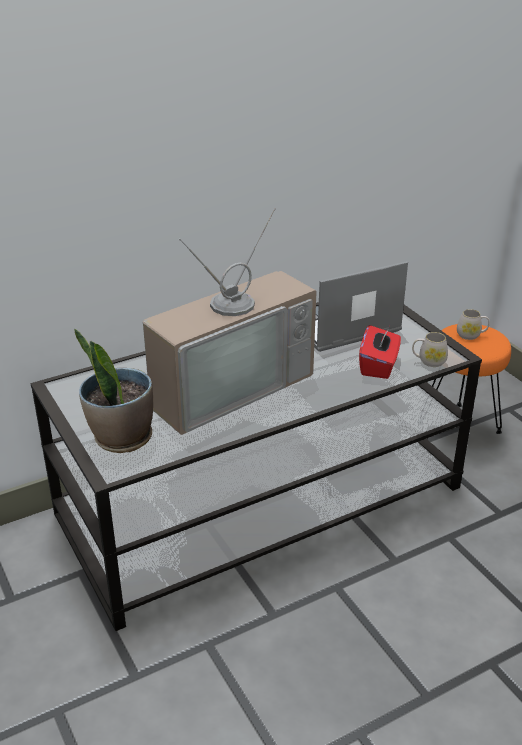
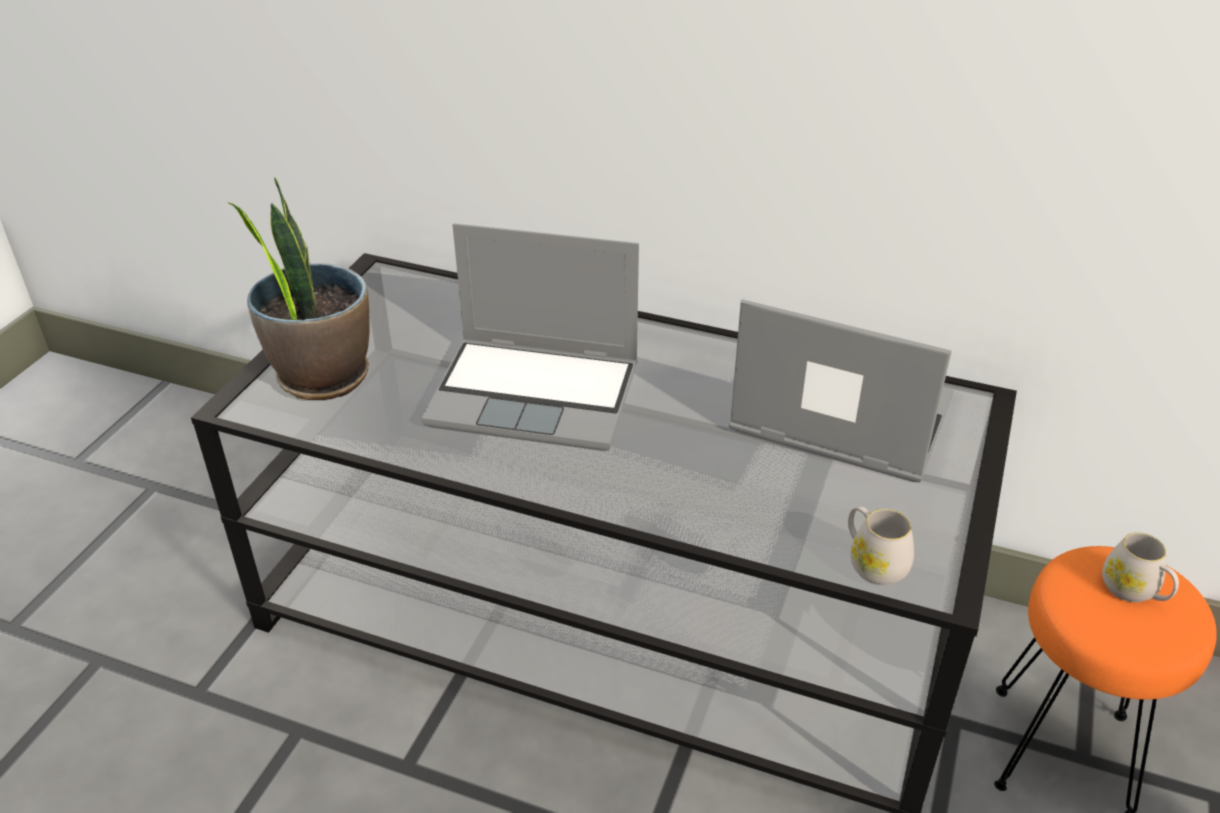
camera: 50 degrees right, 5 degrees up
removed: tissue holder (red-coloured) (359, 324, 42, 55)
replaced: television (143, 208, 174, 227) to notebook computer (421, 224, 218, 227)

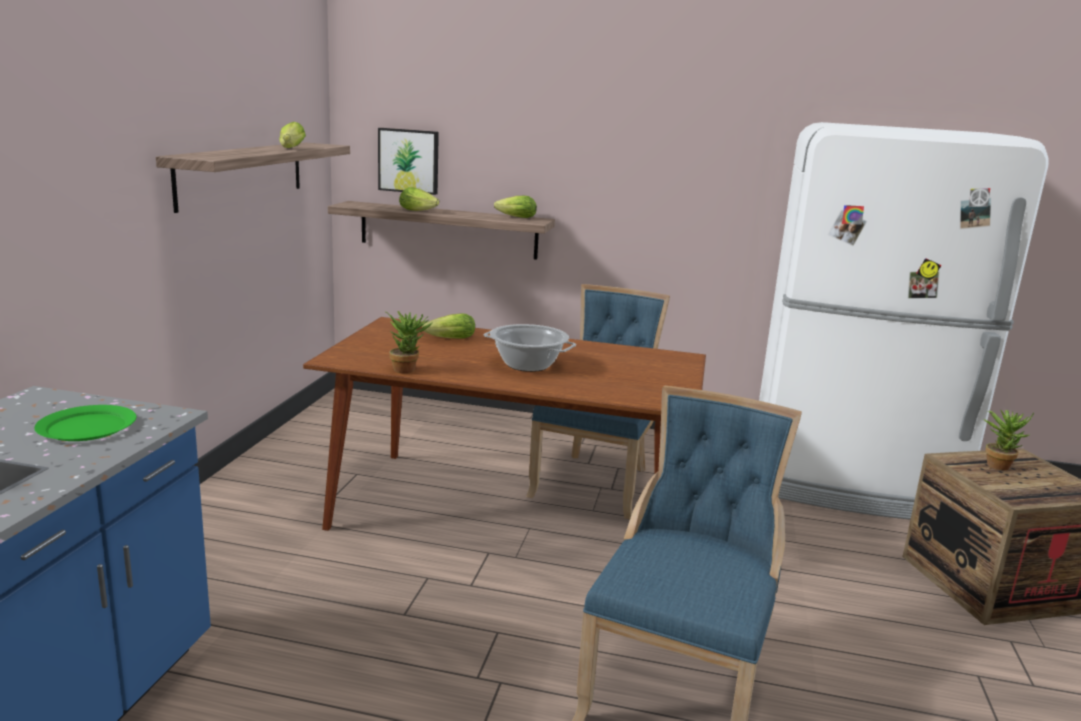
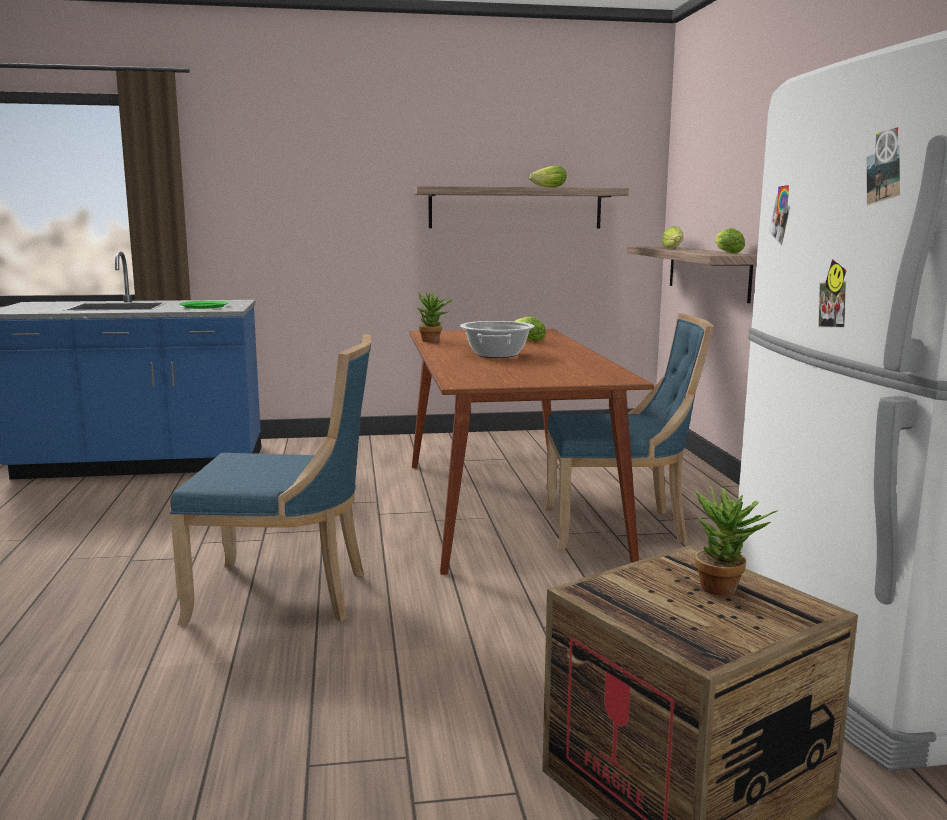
camera: 70 degrees right, 5 degrees down
removed: wall art (378, 128, 61, 67)

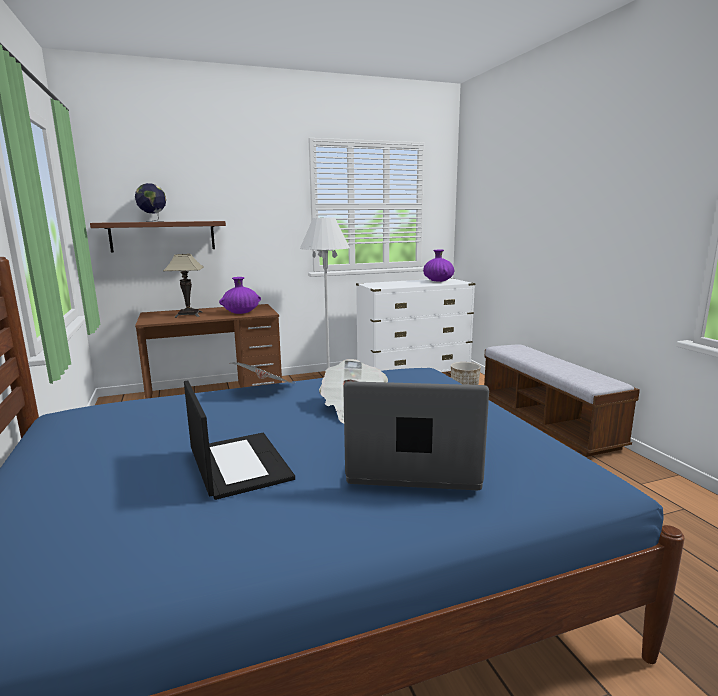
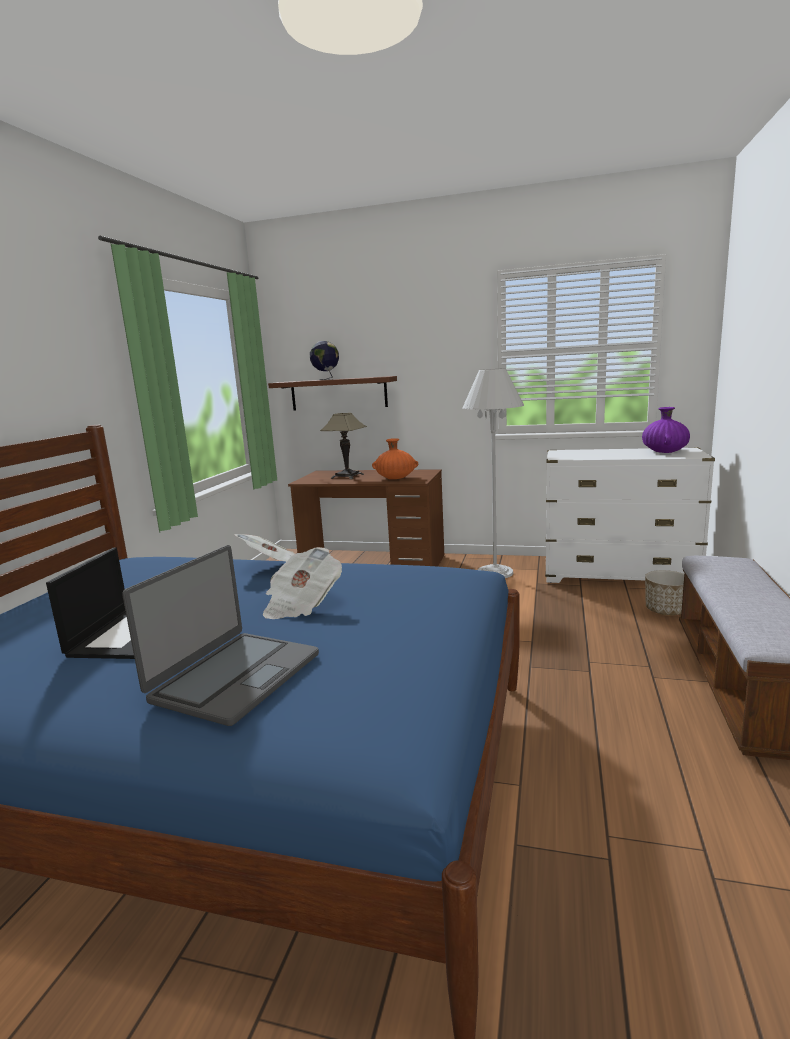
camera: 35 degrees right, 0 degrees up
recoloured: vase (purple-coloured) (219, 277, 42, 37) to vase (orange-coloured) (372, 438, 46, 41)
turned: notebook computer (343, 381, 146, 109) = (122, 545, 197, 181) 75 degrees clockwise

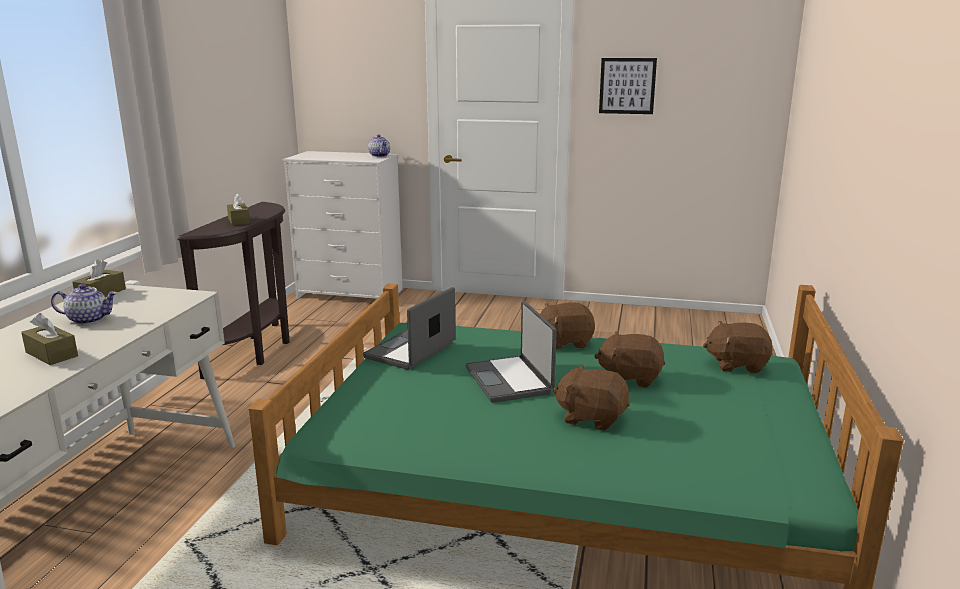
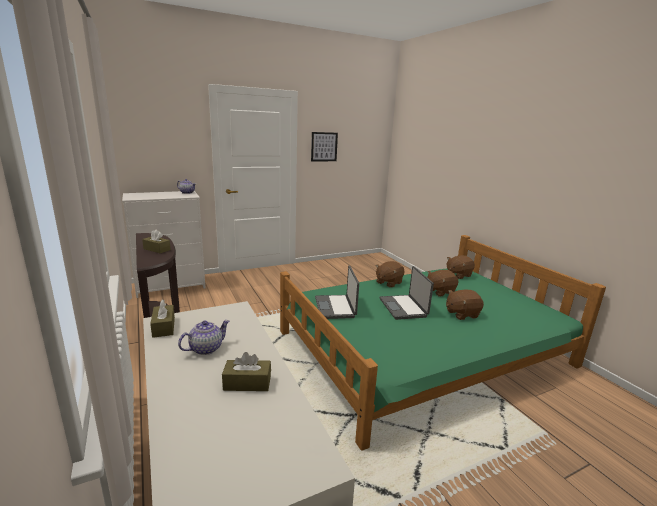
camera: 40 degrees left, 0 degrees up
turned: notebook computer (465, 301, 92, 102) = (379, 266, 55, 54) 45 degrees clockwise

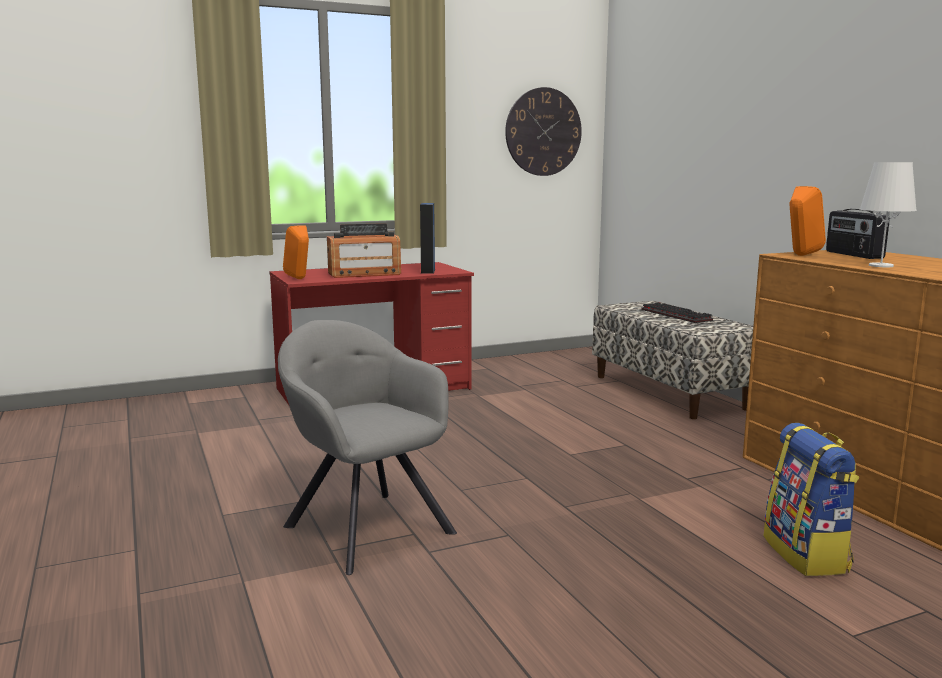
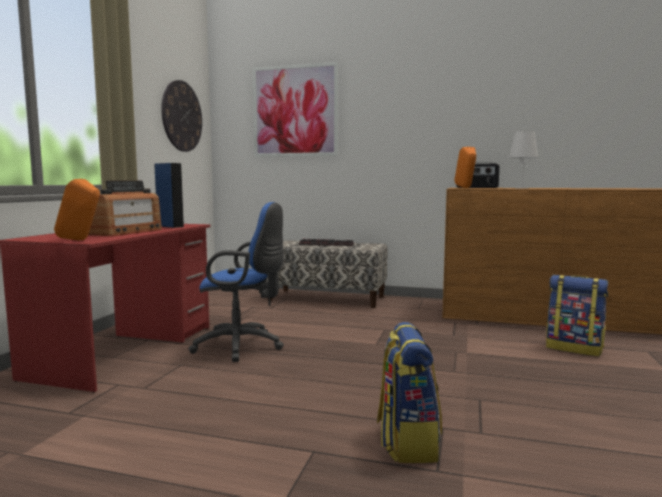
camera: 50 degrees left, 5 degrees down
added: office chair (bluish) (188, 202, 96, 160); wall art (253, 62, 85, 95)
replaced: easy chair (greyish) (278, 320, 179, 255) to backpack (377, 322, 65, 141)

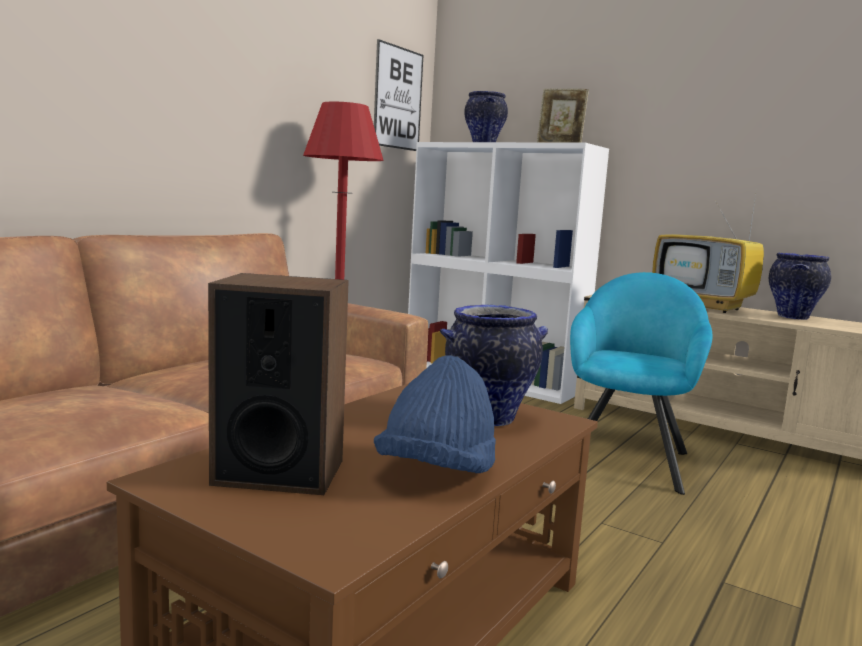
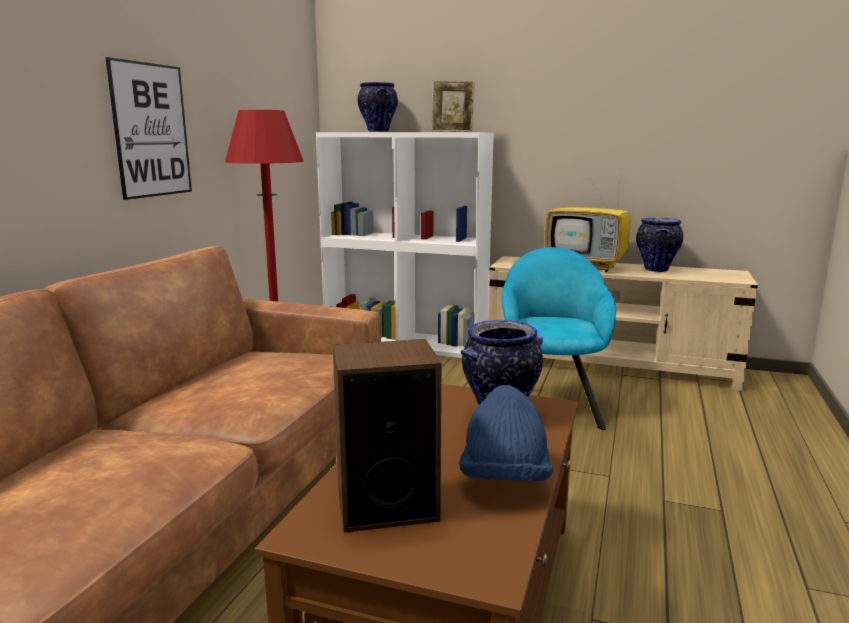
camera: 15 degrees left, 5 degrees up
moved: wall art (374, 39, 49, 112) to (106, 57, 86, 143)

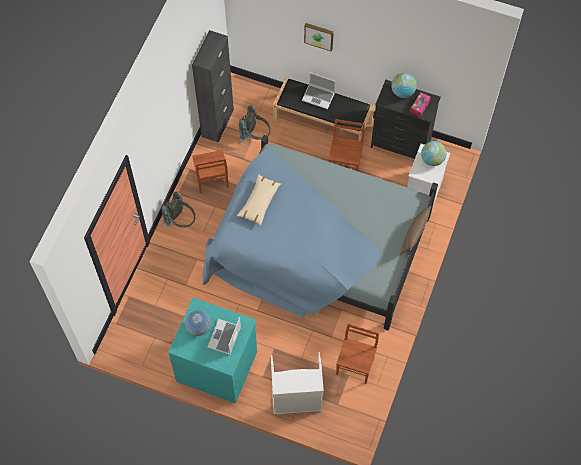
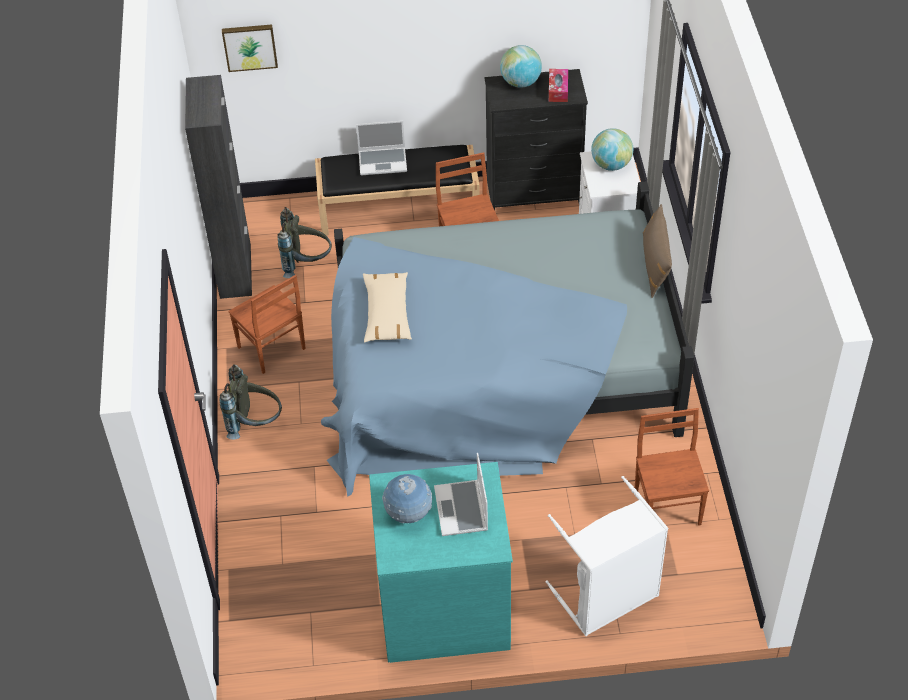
camera: 25 degrees left, 15 degrees down
moved: wall art (304, 23, 30, 28) to (222, 24, 56, 48)

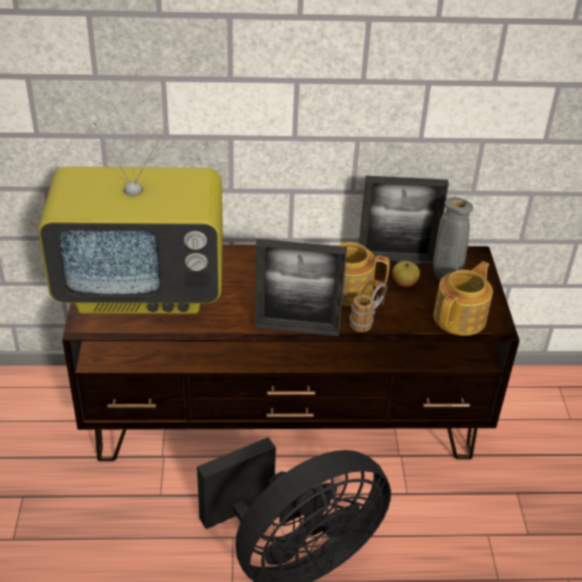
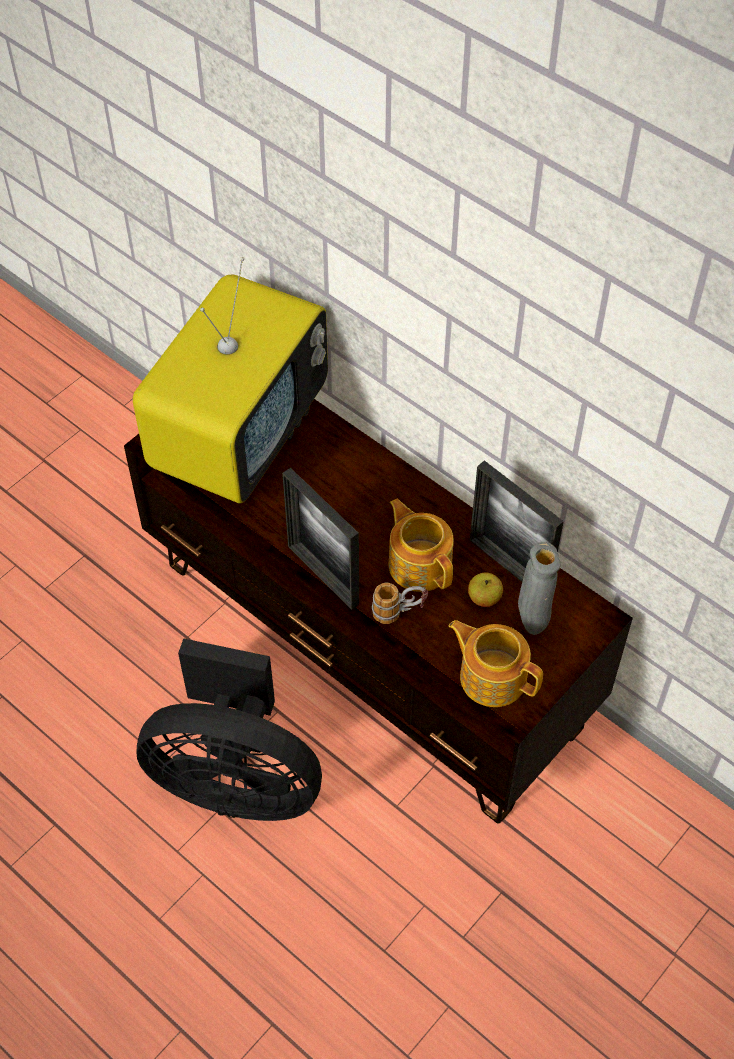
camera: 45 degrees right, 15 degrees up
turned: television (38, 121, 185, 193) = (133, 257, 195, 246) 105 degrees counterclockwise; teapot (433, 261, 60, 75) = (449, 620, 94, 87) 135 degrees counterclockwise

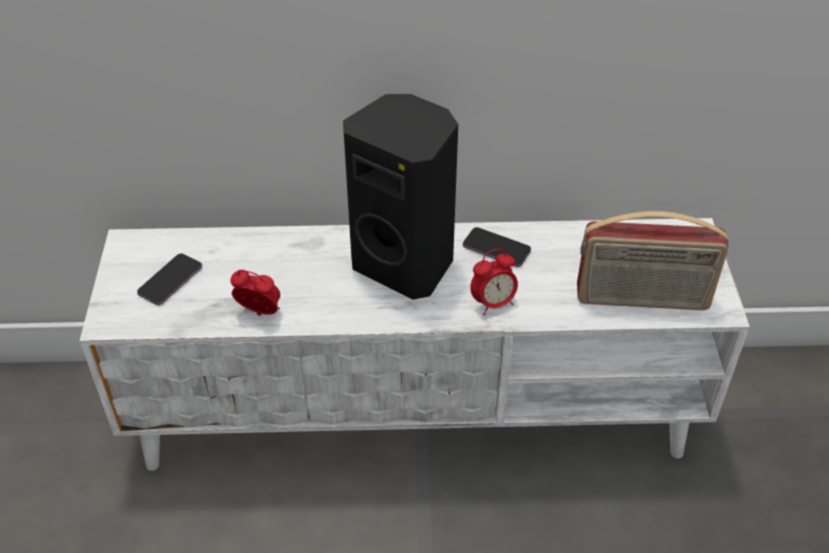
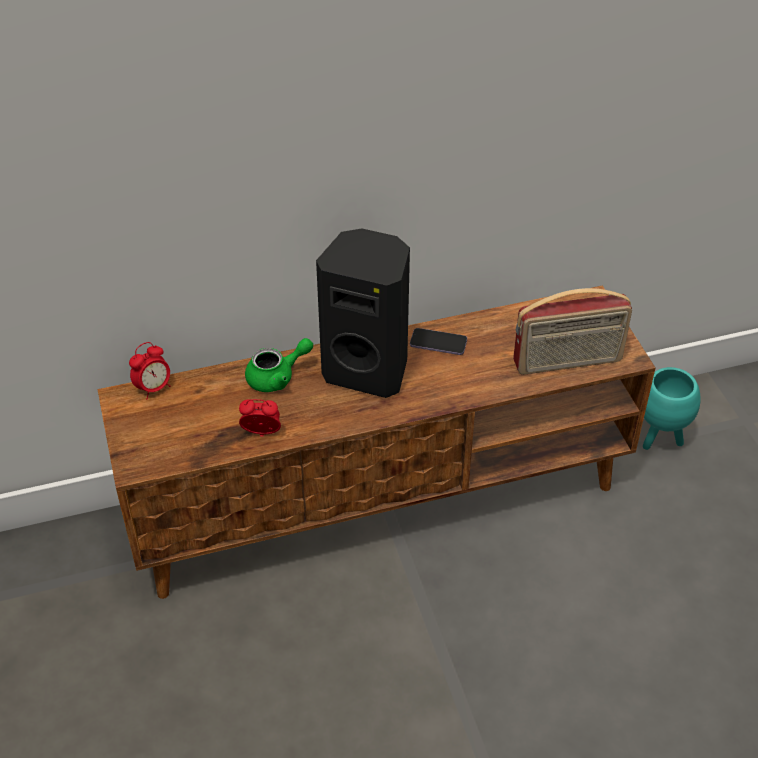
camera: 15 degrees left, 0 degrees up
removed: phone (137, 253, 65, 52)
added: teapot (greenish) (245, 338, 68, 54); plant pot (blue-green) (643, 367, 57, 83)
moved: bedside clock (470, 248, 48, 67) to (129, 342, 42, 57)
recoloured: media console (white-coloured) (79, 218, 671, 253) to media console (brown) (97, 285, 559, 314)

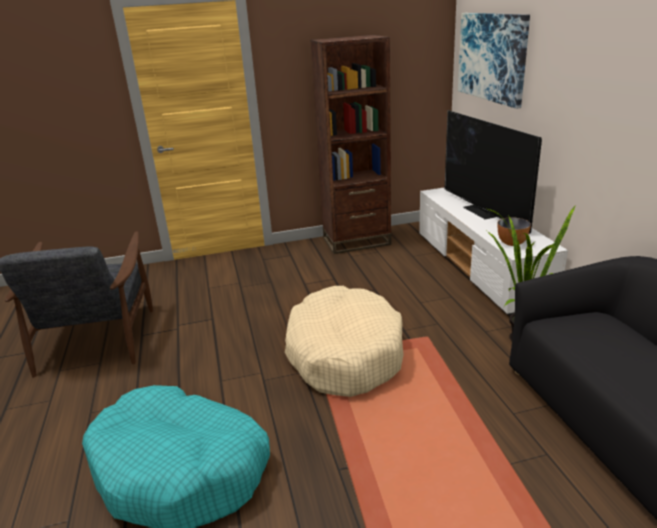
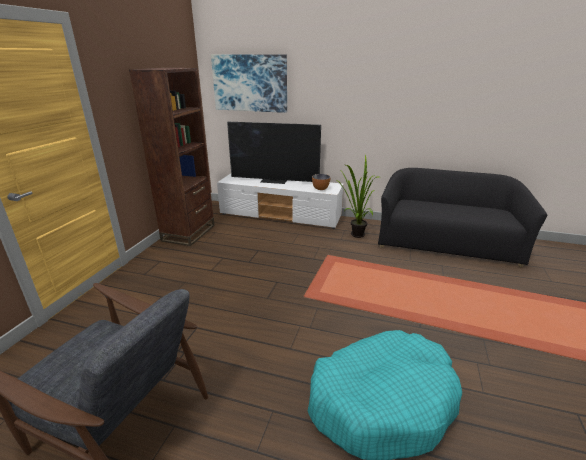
camera: 60 degrees left, 0 degrees up
removed: dog bed (beige-coloured) (285, 286, 119, 111)

